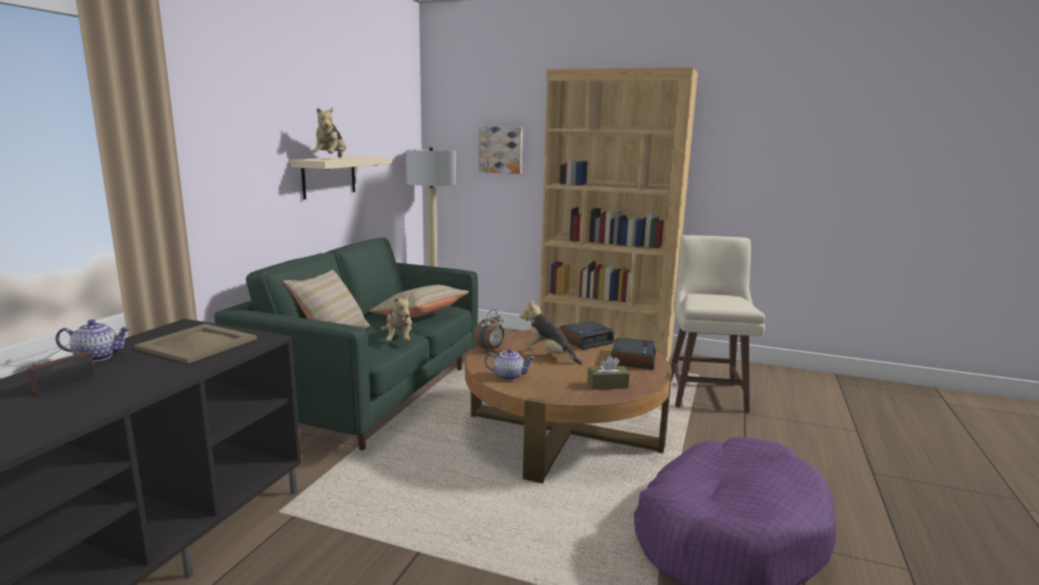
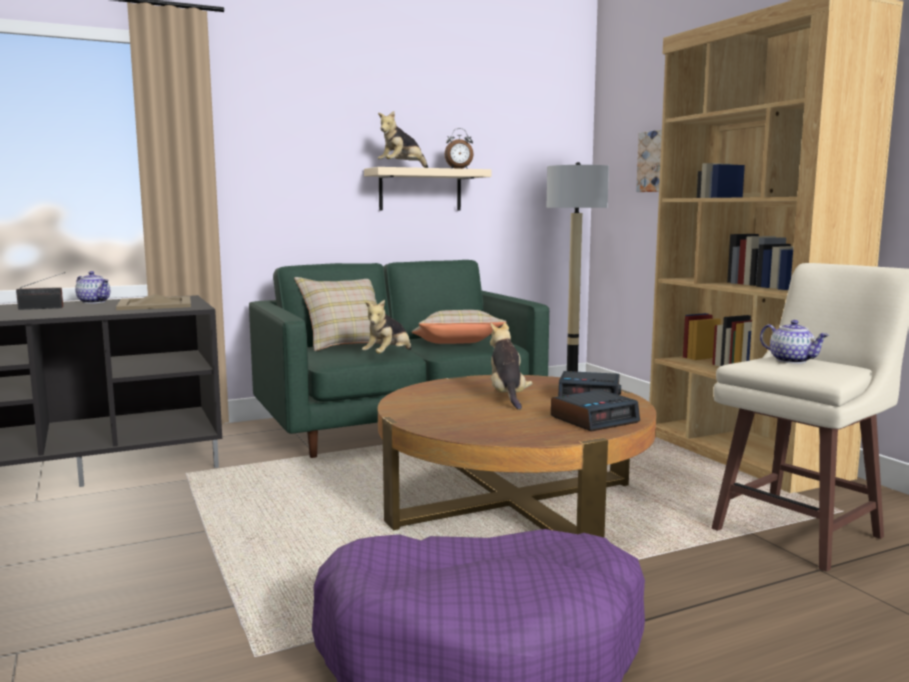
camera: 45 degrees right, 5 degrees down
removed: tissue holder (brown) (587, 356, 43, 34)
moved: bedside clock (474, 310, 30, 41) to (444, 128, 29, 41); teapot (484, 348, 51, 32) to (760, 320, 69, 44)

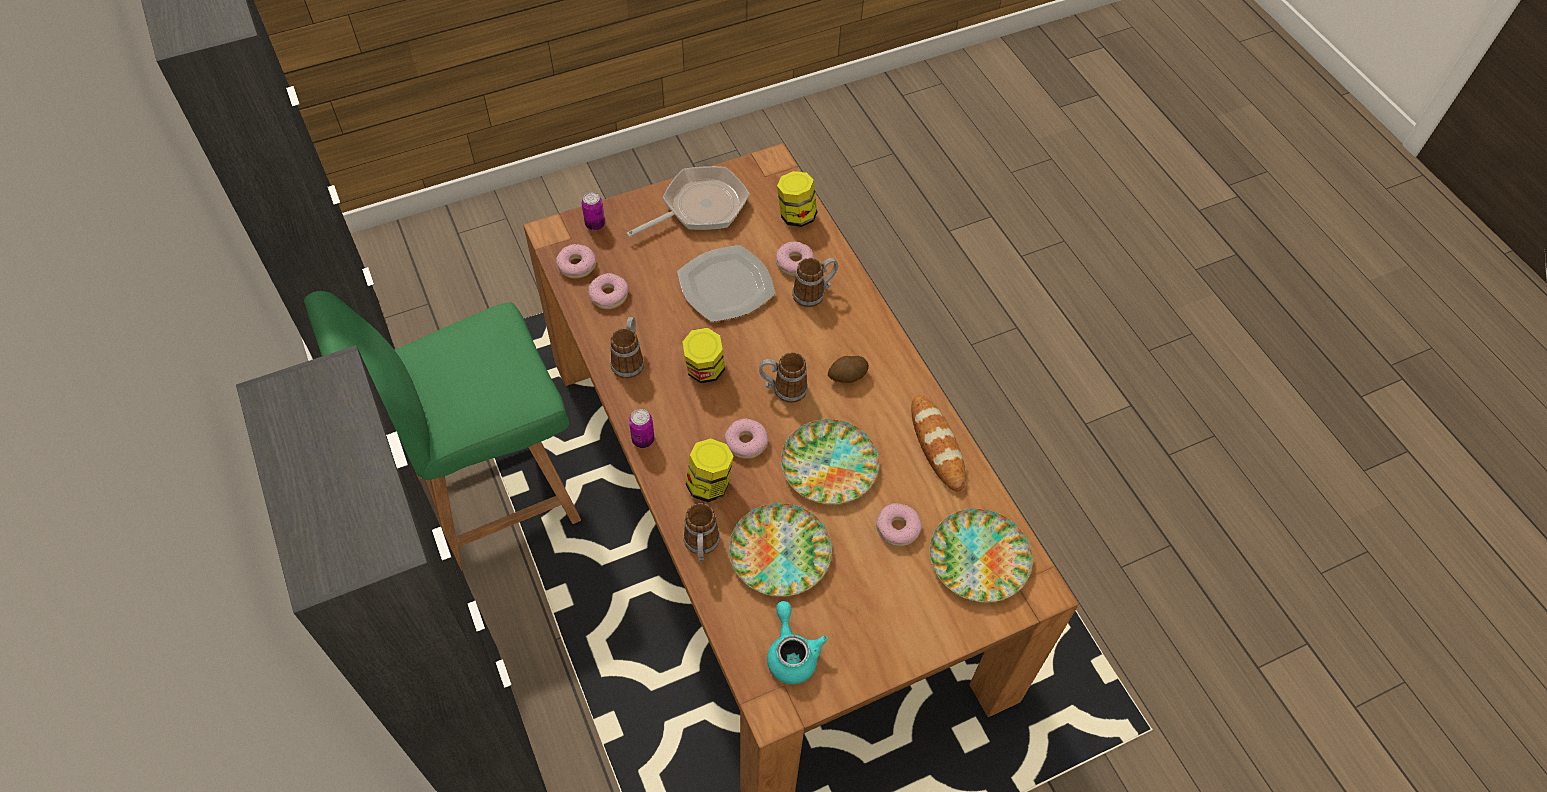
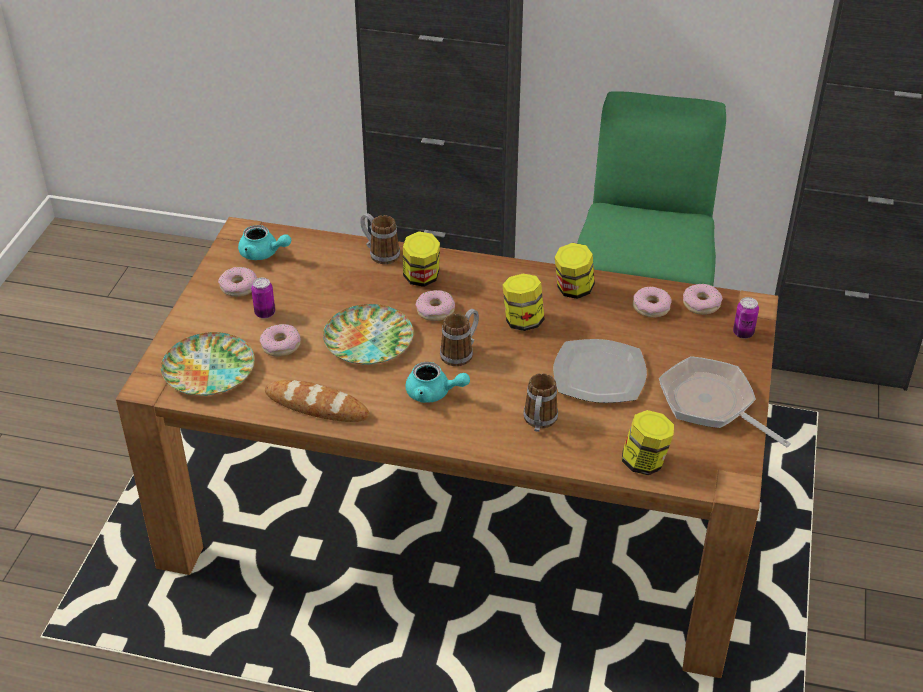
camera: 130 degrees right, 15 degrees down
removed: plate (729, 503, 103, 93)
moved: can (629, 409, 25, 39) to (251, 278, 24, 41); donut (776, 241, 38, 35) to (218, 267, 39, 30)
replaced: coffee mug (610, 317, 34, 62) to storage jar (555, 243, 40, 56); spud (828, 356, 41, 27) to teapot (blue-green) (406, 362, 64, 41)
turned: pan (626, 166, 124, 71) = (659, 356, 132, 91) 135 degrees clockwise

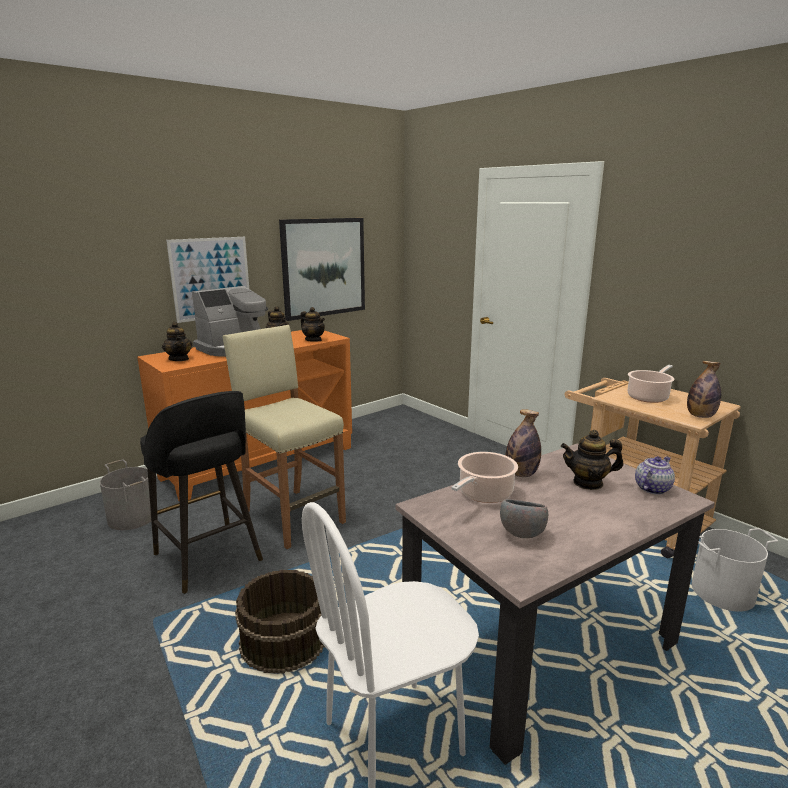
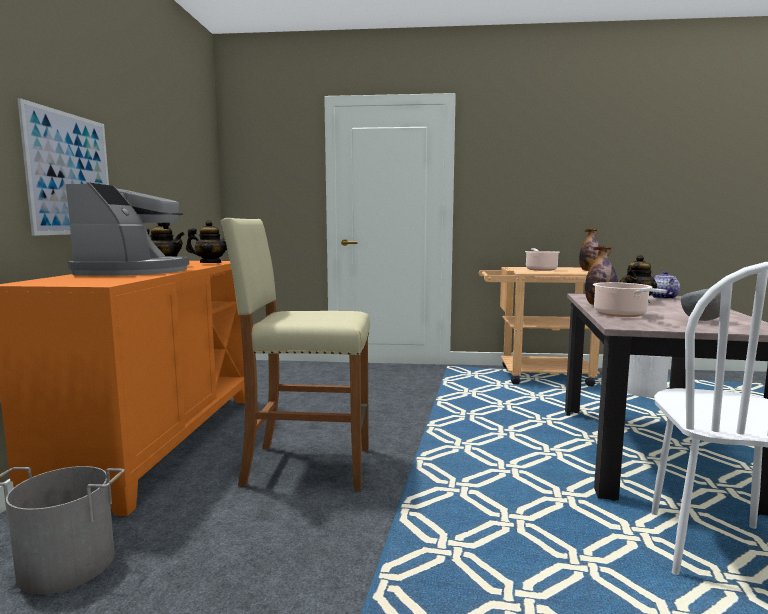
camera: 45 degrees left, 10 degrees down
removed: sitting stool (blackish) (140, 391, 123, 203); teapot (162, 322, 30, 39); bucket (brown) (235, 570, 90, 103); wall art (279, 218, 86, 103)

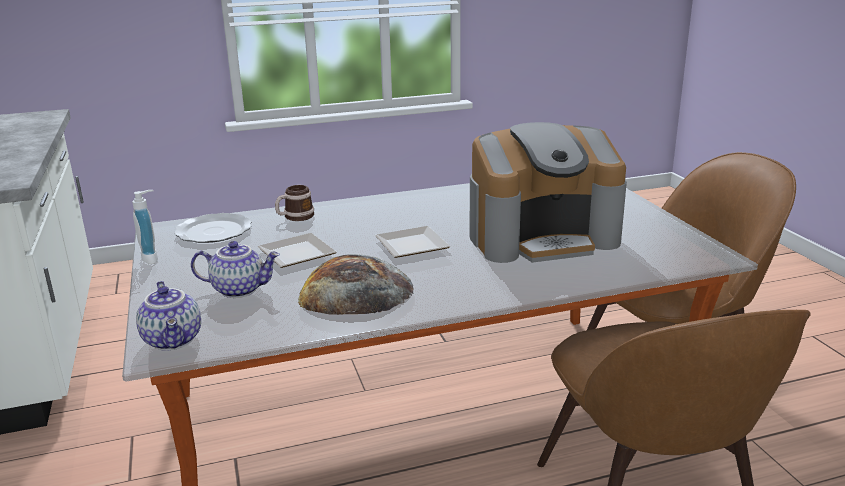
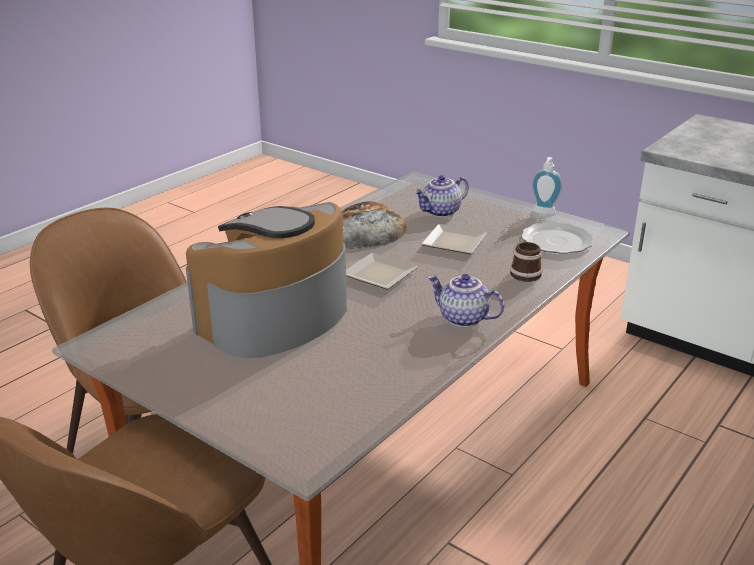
camera: 145 degrees right, 5 degrees up
moved: teapot (136, 281, 65, 70) to (428, 274, 76, 53)

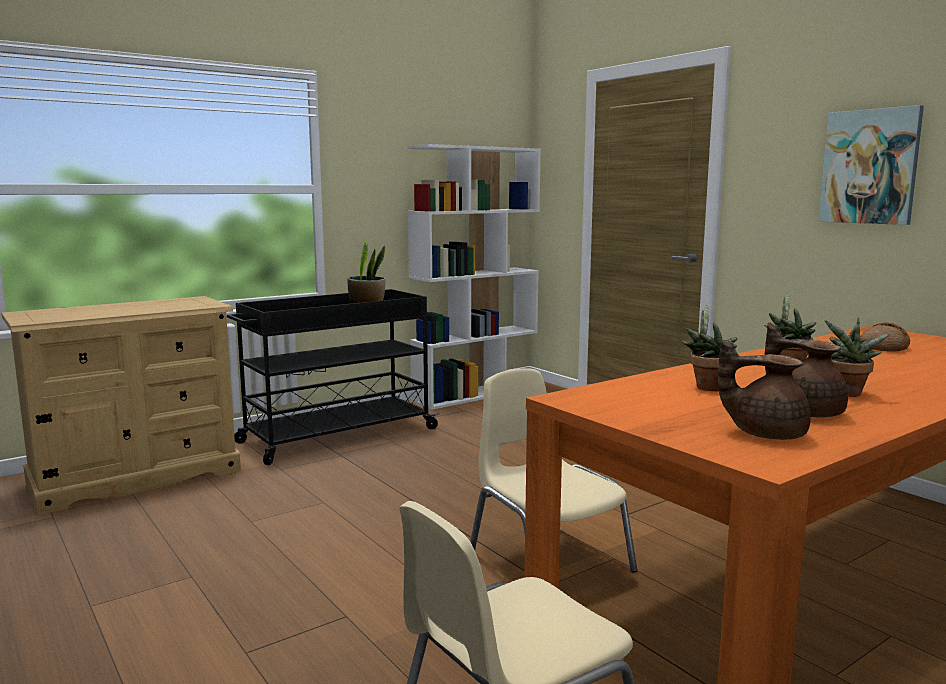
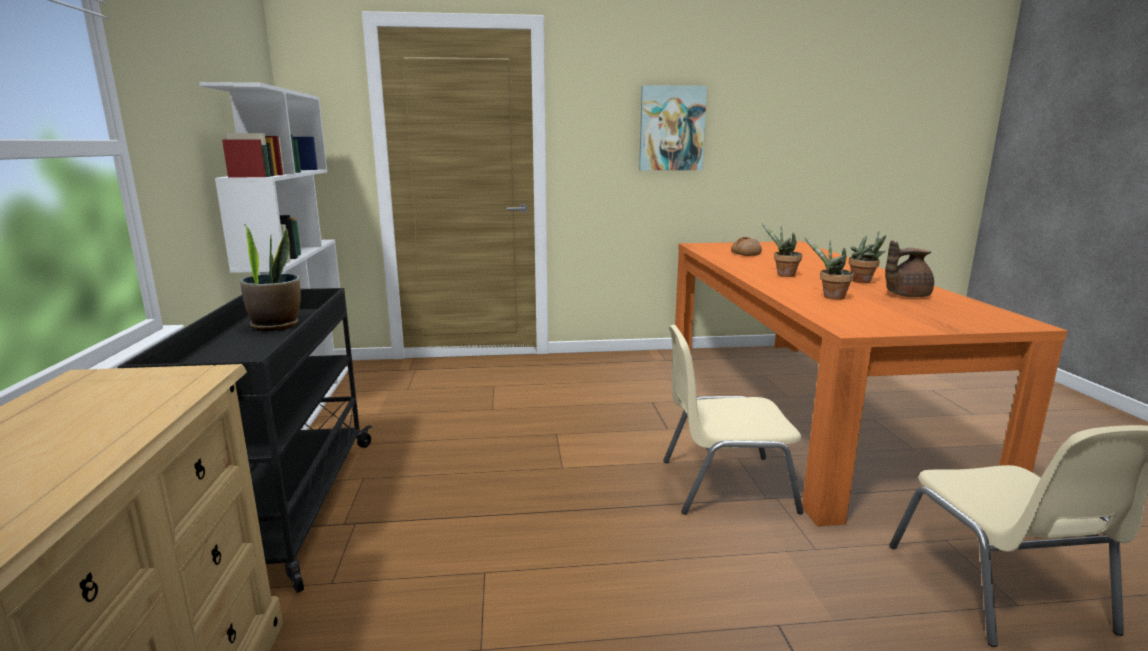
camera: 60 degrees left, 5 degrees up
removed: teapot (brown) (718, 339, 93, 101)

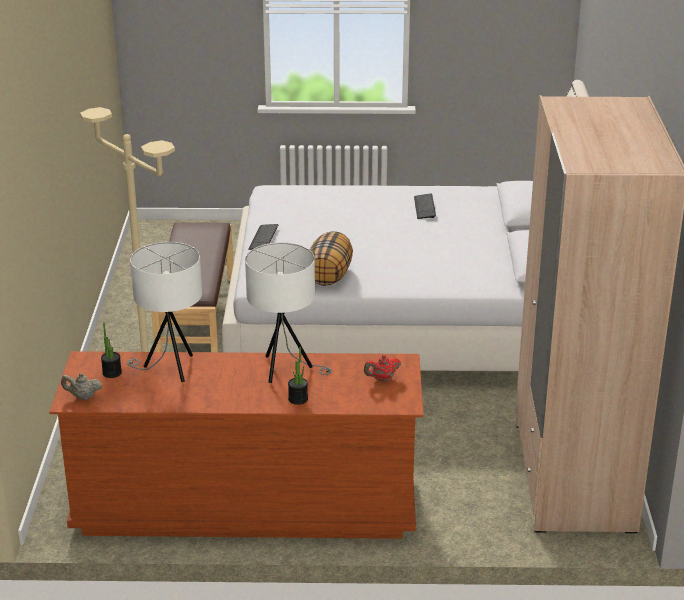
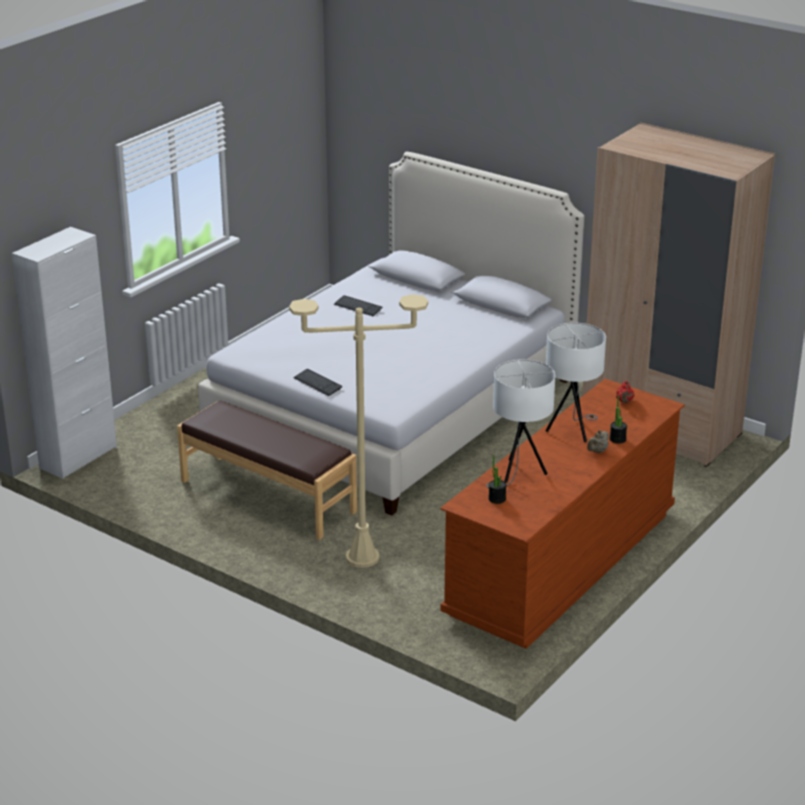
camera: 55 degrees left, 0 degrees up
removed: pillow (310, 231, 43, 55)
added: cabinet (white-coloured) (12, 227, 105, 252)
moved: teapot (beige-coloured) (61, 373, 41, 27) to (587, 430, 22, 23)

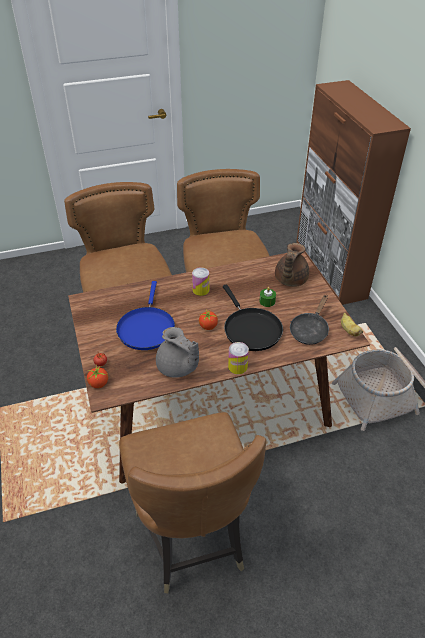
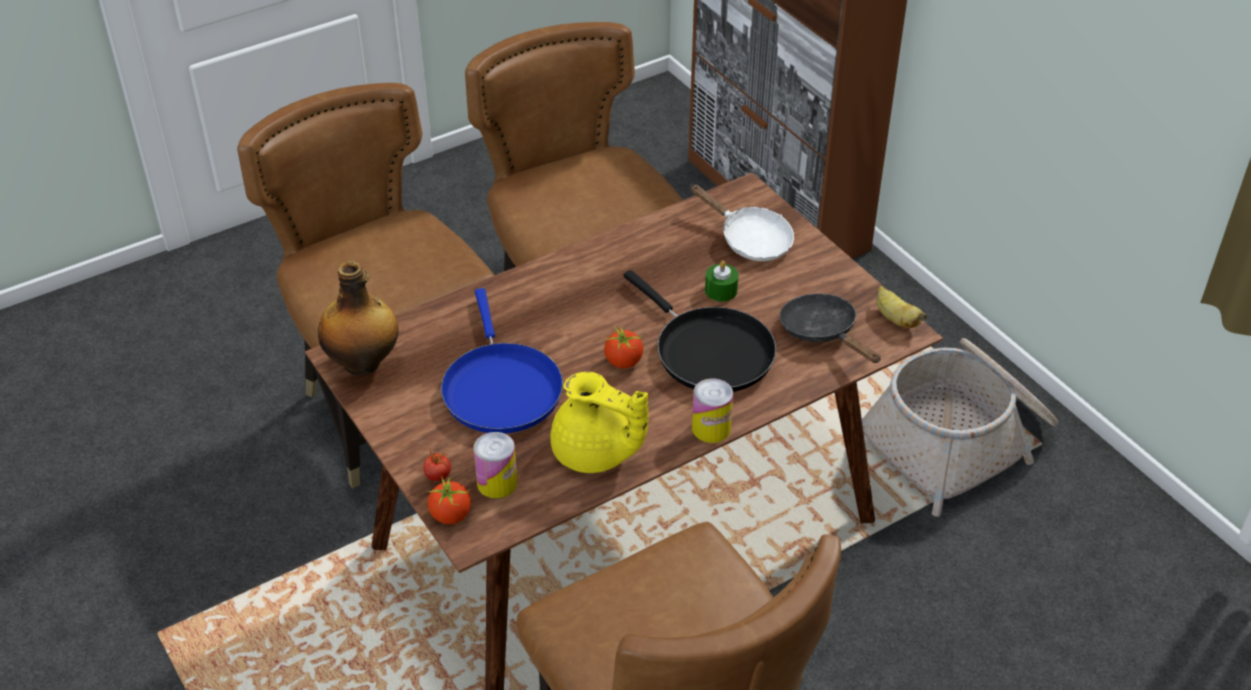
camera: 15 degrees left, 0 degrees up
added: beverage bottle (318, 261, 81, 115)
moved: can (192, 267, 17, 29) to (474, 432, 43, 67)
replaced: teapot (brown) (275, 243, 34, 44) to pan (white-coloured) (690, 184, 104, 77)
recoloured: teapot (greyish) (156, 327, 43, 51) to teapot (yellow) (550, 372, 98, 101)
turned: pan (blackish) (290, 294, 39, 51) = (779, 293, 102, 70) 135 degrees clockwise

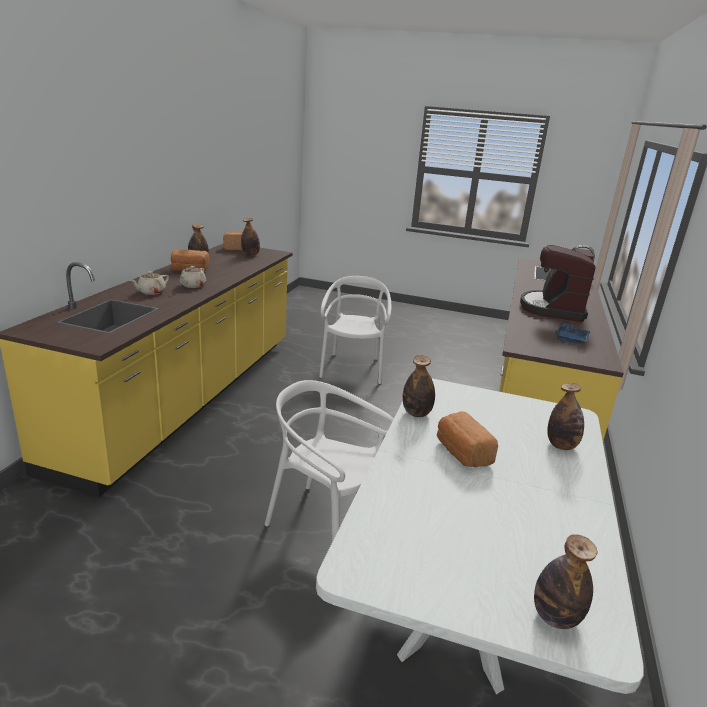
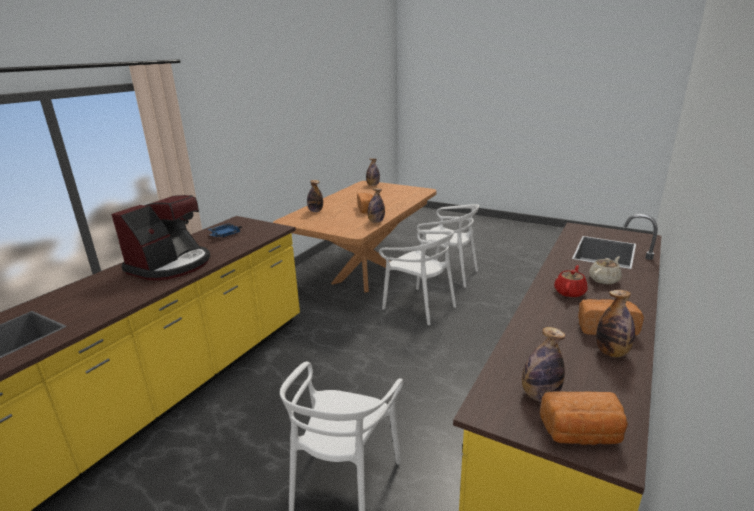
camera: 165 degrees left, 0 degrees up
added: chair (white-coloured) (416, 204, 63, 84)
recoloured: teapot (beige-coloured) (179, 266, 27, 22) to teapot (red-coloured) (554, 265, 34, 33); kitchen table (white-coloured) (316, 378, 328, 316) to kitchen table (brown) (273, 181, 163, 112)

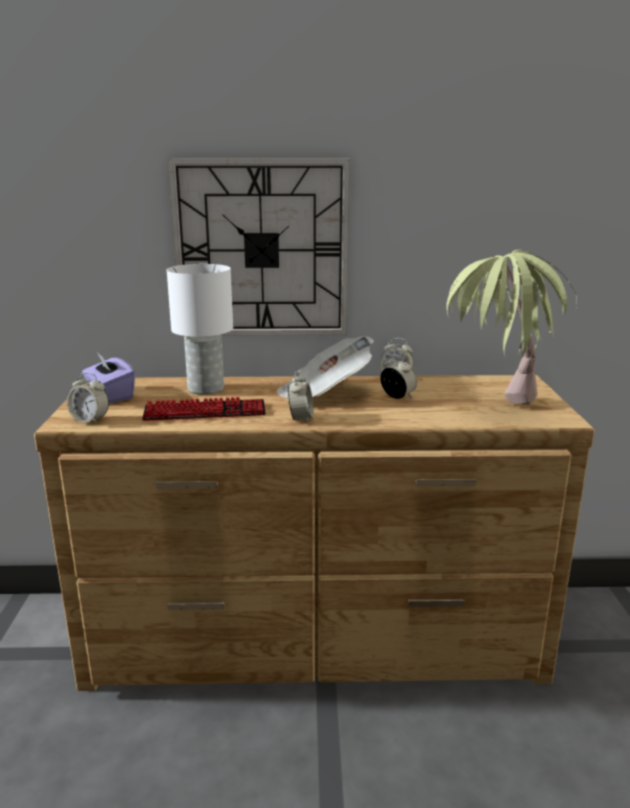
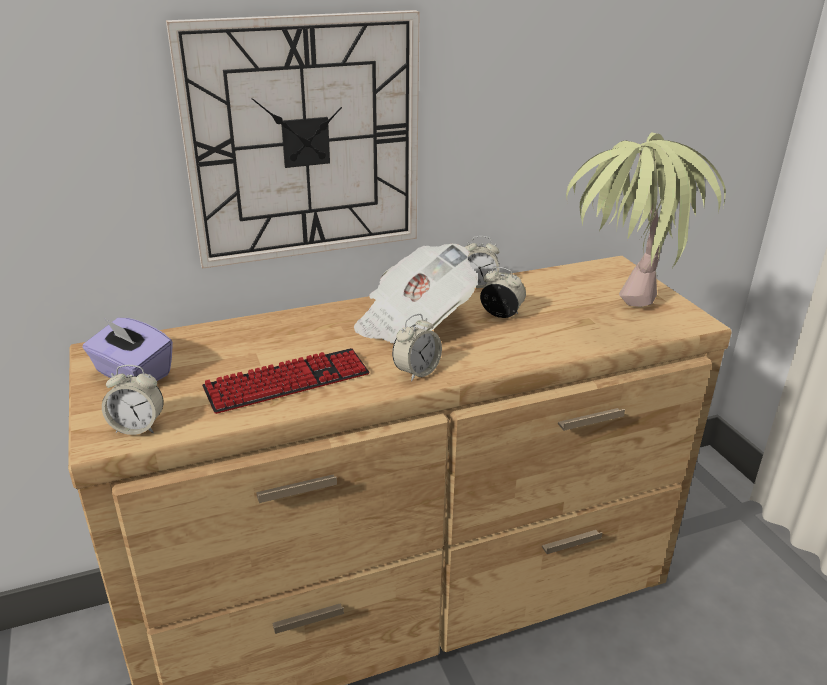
camera: 20 degrees left, 10 degrees up
removed: table lamp (white-coloured) (167, 264, 66, 131)
turned: bedside clock (288, 371, 26, 52) = (392, 314, 50, 68) 60 degrees clockwise

